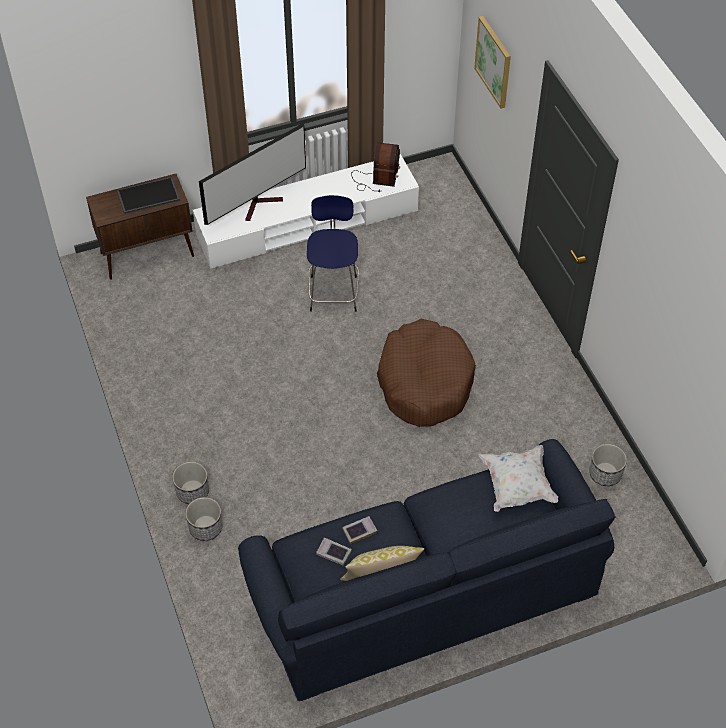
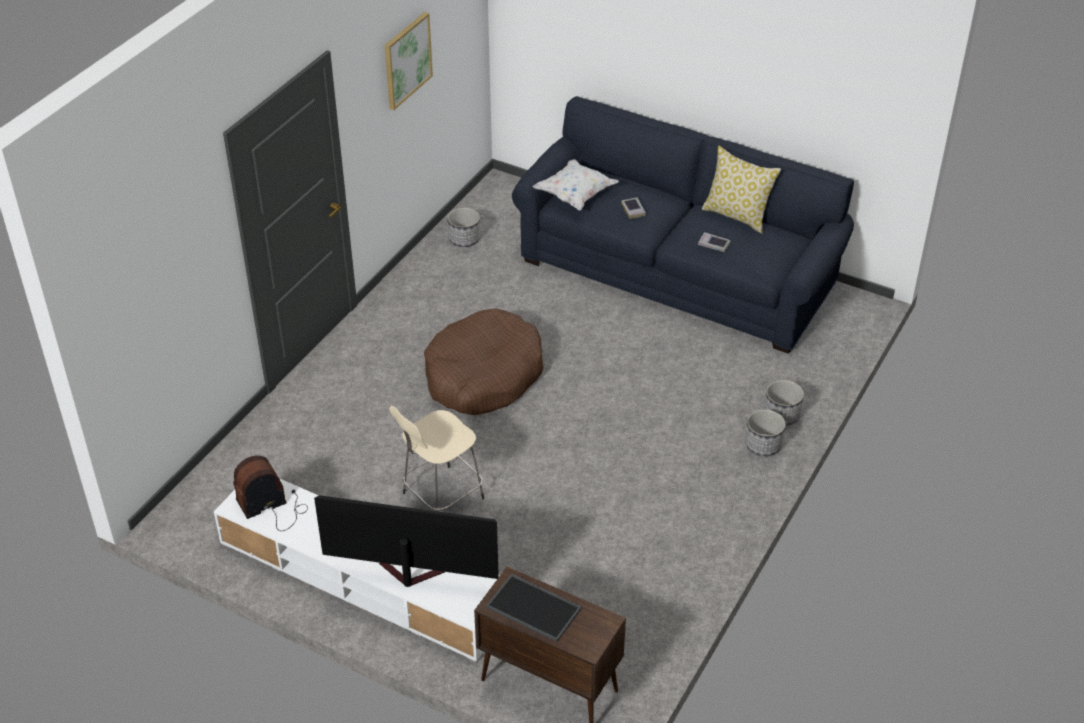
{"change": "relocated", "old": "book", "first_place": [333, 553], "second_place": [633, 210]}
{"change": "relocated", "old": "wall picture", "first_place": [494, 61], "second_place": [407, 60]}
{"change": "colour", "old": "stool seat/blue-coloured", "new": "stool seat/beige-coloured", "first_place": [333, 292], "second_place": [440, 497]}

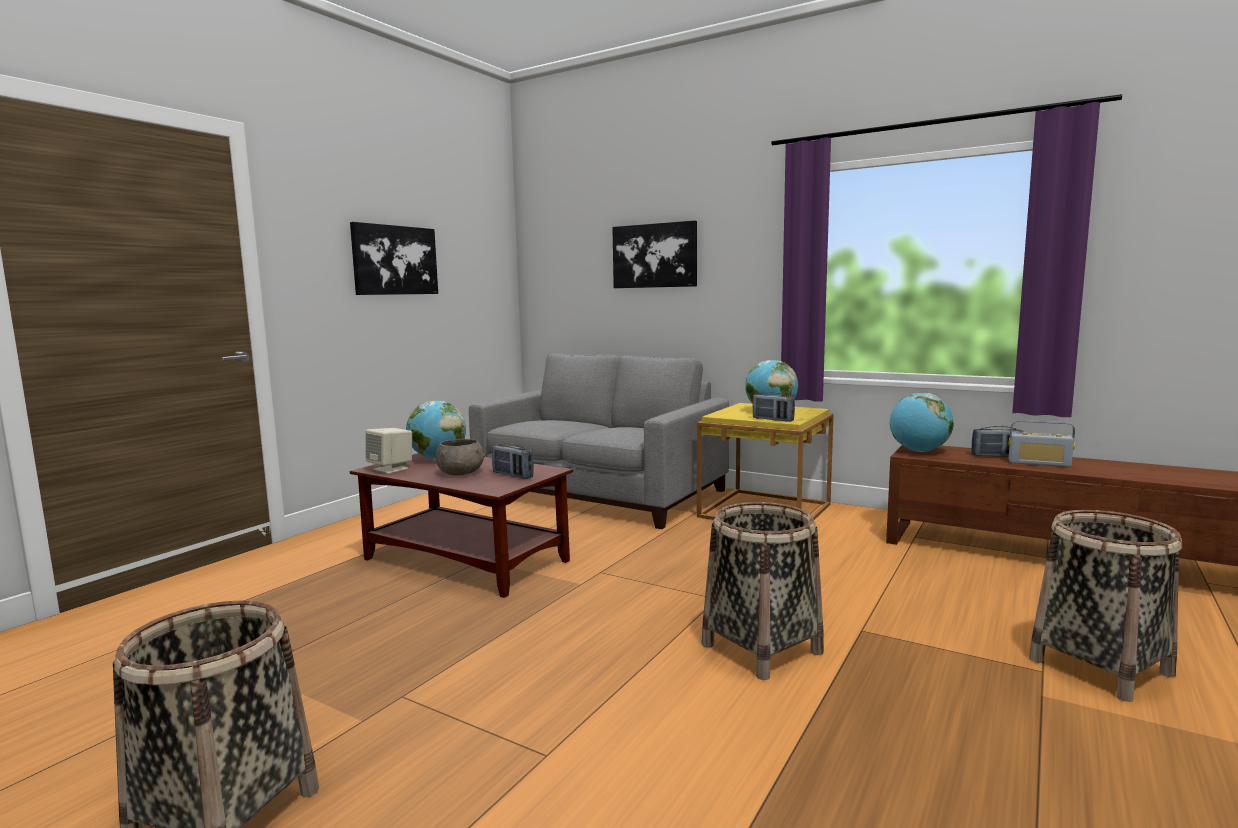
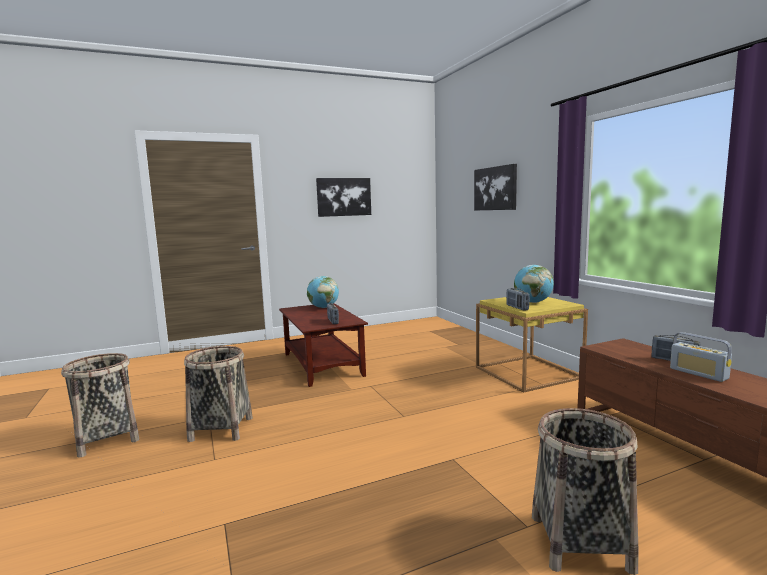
{"change": "missing", "old": "audio speaker/beige-coloured", "first_place": [391, 469]}
{"change": "missing", "old": "bowl/greyish", "first_place": [461, 473]}
{"change": "missing", "old": "sofa/greyish", "first_place": [599, 493]}
{"change": "missing", "old": "world globe", "first_place": [919, 451]}
{"change": "relocated", "old": "household basket", "first_place": [762, 649], "second_place": [221, 429]}

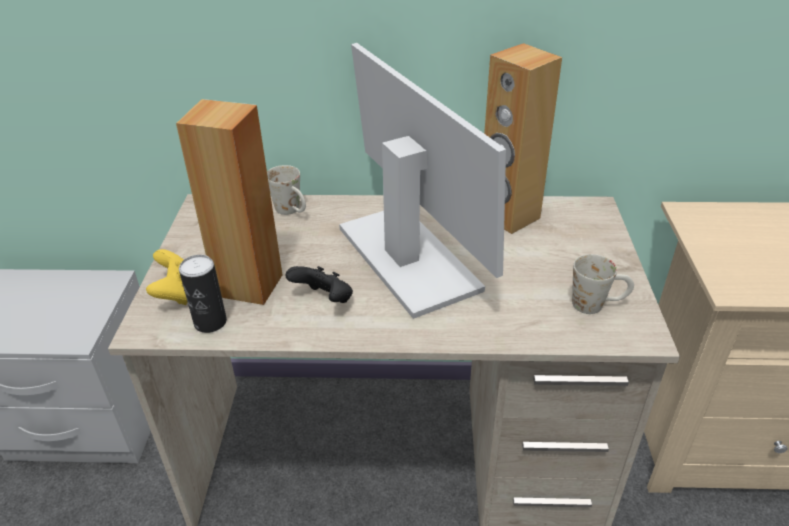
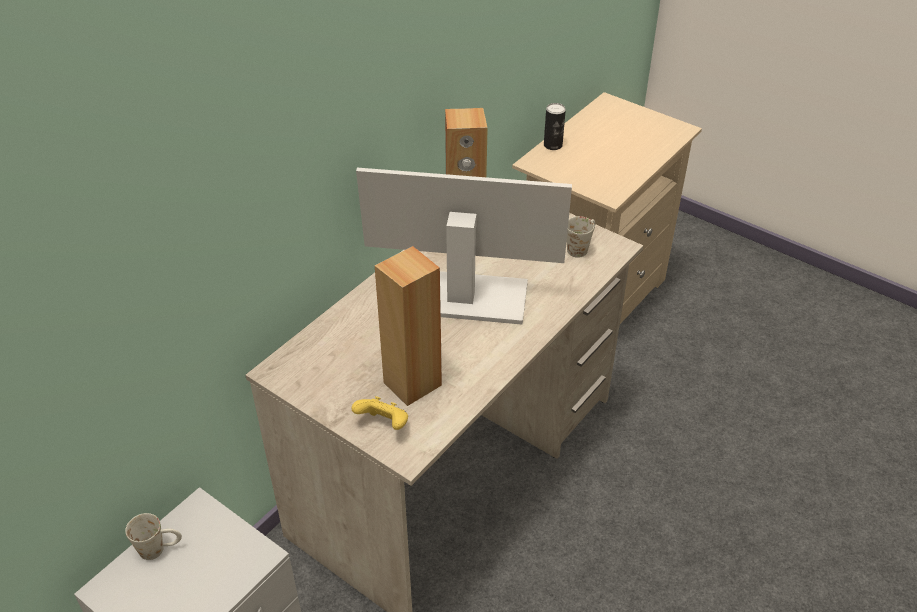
{"change": "missing", "old": "joypad/blackish", "first_place": [324, 300]}
{"change": "relocated", "old": "can", "first_place": [210, 322], "second_place": [553, 145]}
{"change": "relocated", "old": "coffee mug/white-coloured", "first_place": [292, 211], "second_place": [160, 548]}

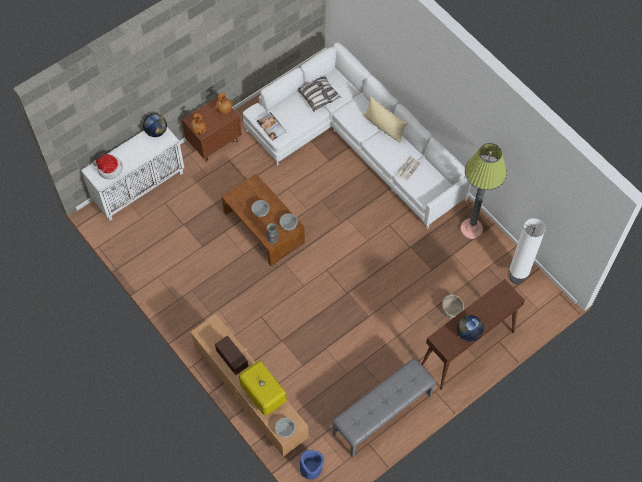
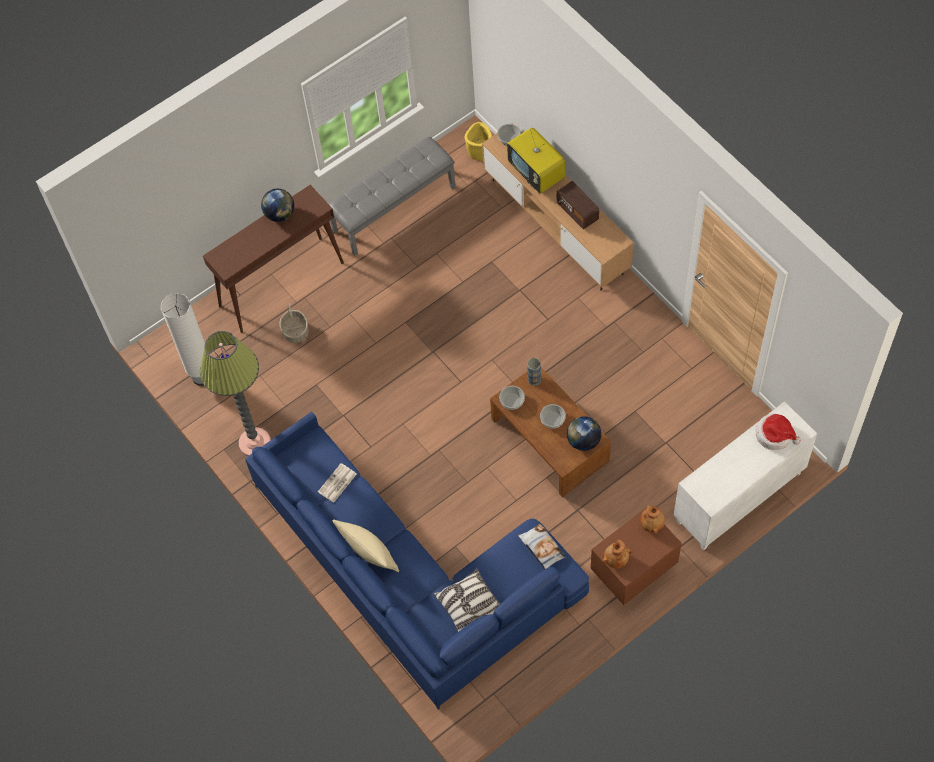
{"change": "relocated", "old": "world globe", "first_place": [156, 132], "second_place": [583, 441]}
{"change": "colour", "old": "sofa/white-coloured", "new": "sofa/blue-coloured", "first_place": [356, 143], "second_place": [413, 576]}
{"change": "colour", "old": "plant pot/blue-coloured", "new": "plant pot/yellowish", "first_place": [311, 469], "second_place": [480, 151]}

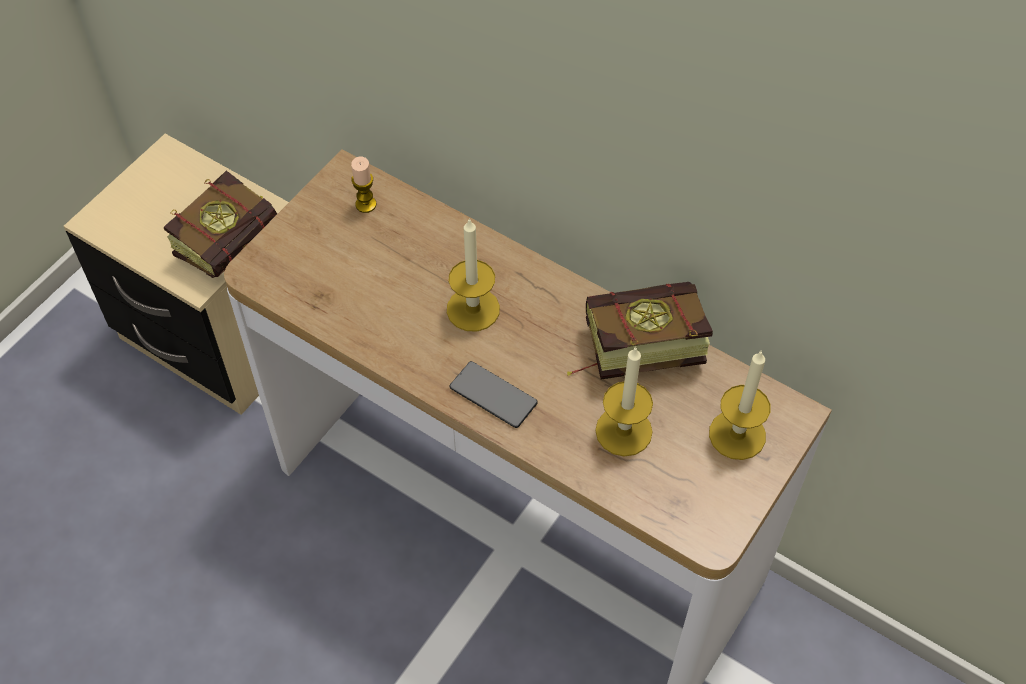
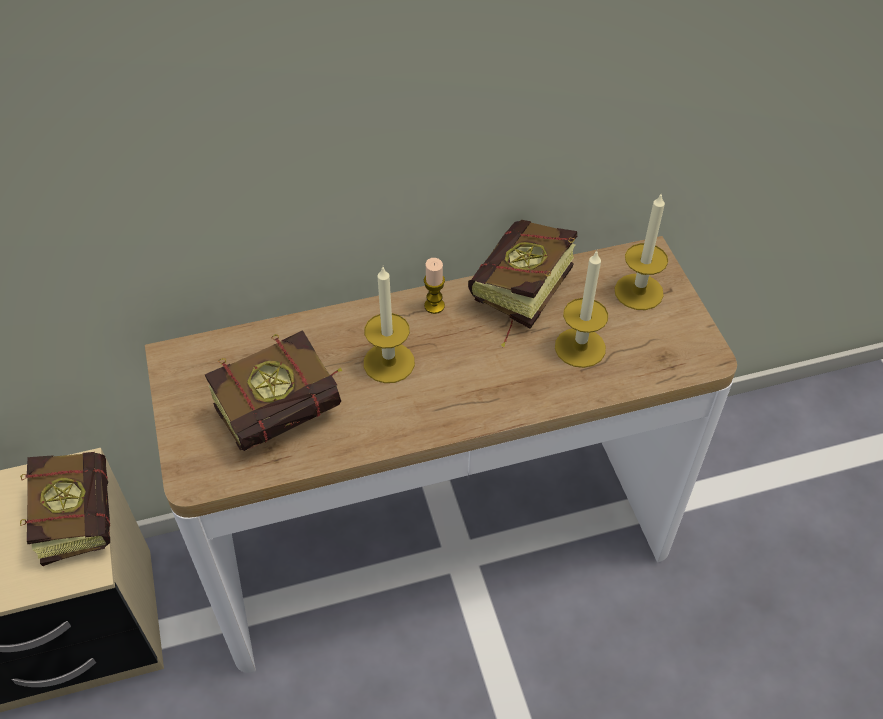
{"change": "missing", "old": "telephone", "first_place": [493, 395]}
{"change": "appeared", "new": "book", "second_place": [291, 410]}
{"change": "relocated", "old": "wax candle", "first_place": [366, 204], "second_place": [434, 306]}

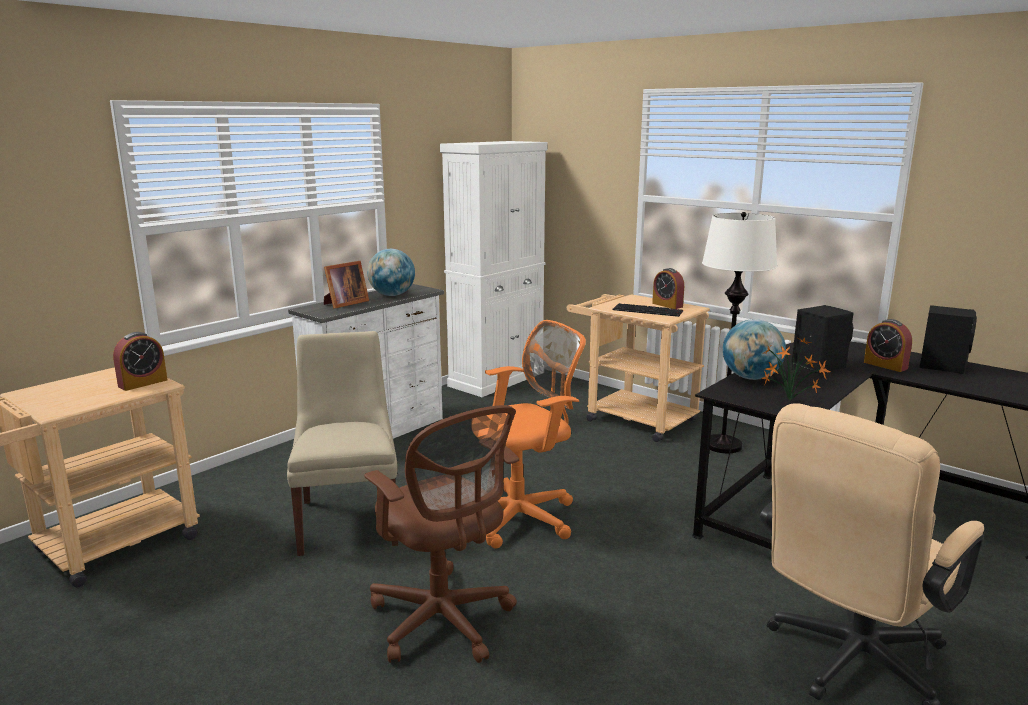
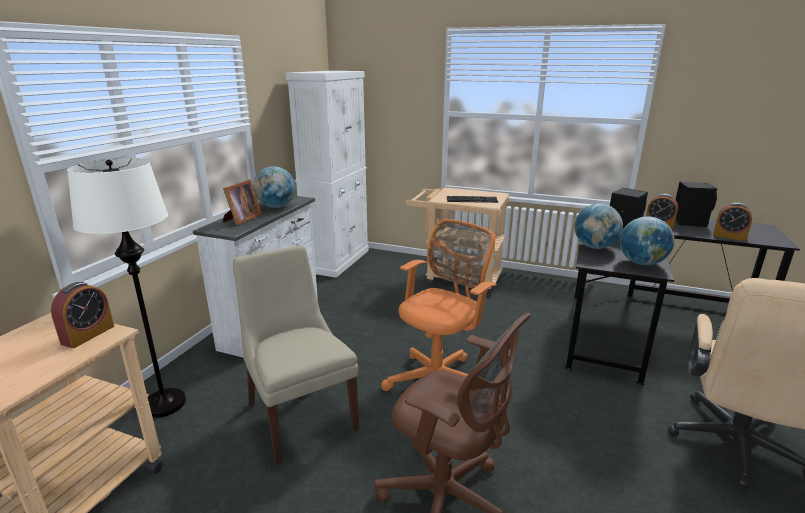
{"change": "relocated", "old": "bedside clock", "first_place": [667, 305], "second_place": [729, 236]}
{"change": "relocated", "old": "standard lamp/white-coloured", "first_place": [722, 445], "second_place": [164, 403]}
{"change": "exchanged", "old": "houseplant", "new": "world globe", "first_place": [791, 401], "second_place": [642, 263]}

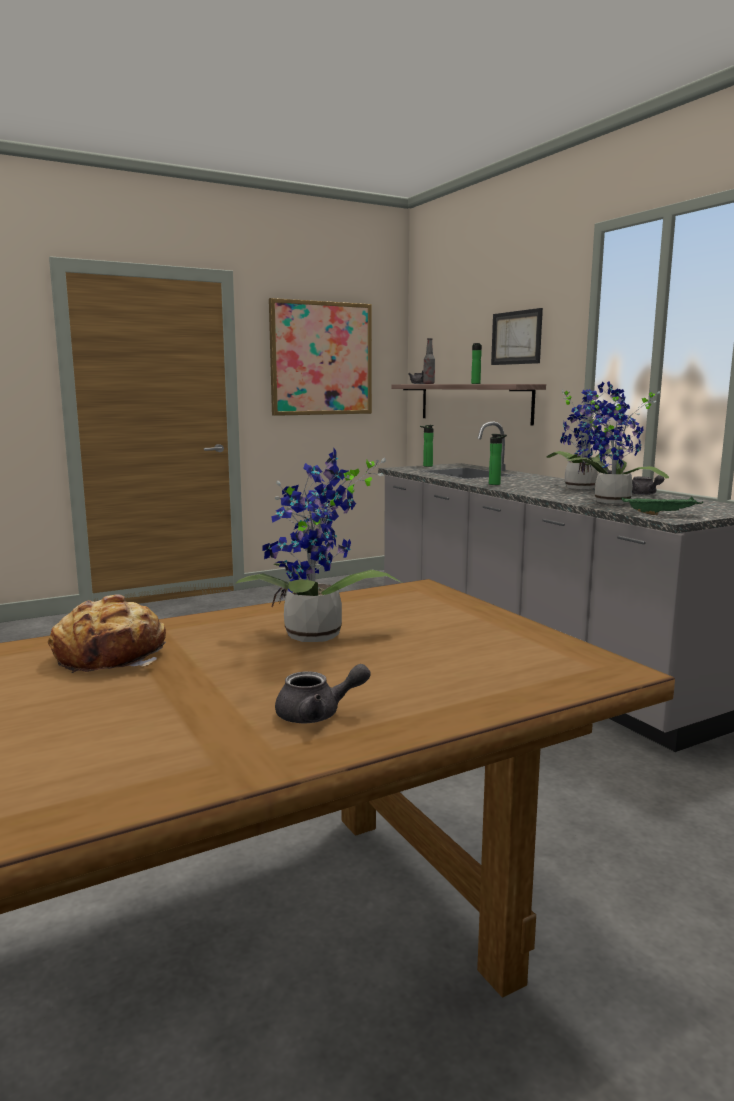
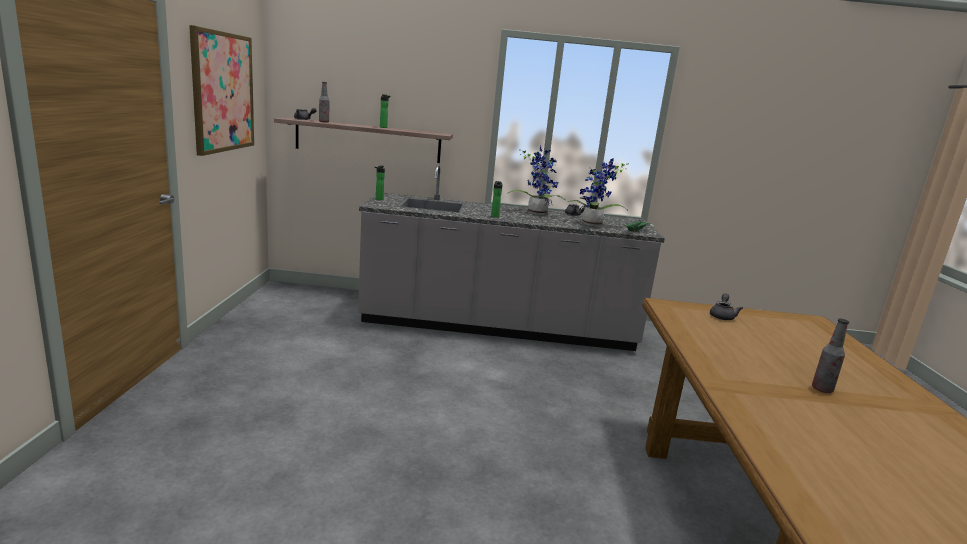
{"change": "missing", "old": "bread", "first_place": [112, 656]}
{"change": "missing", "old": "houseplant", "first_place": [315, 638]}
{"change": "missing", "old": "wall picture", "first_place": [516, 337]}
{"change": "appeared", "new": "drink bottle", "second_place": [822, 389]}
{"change": "relocated", "old": "teapot/greyish", "first_place": [317, 714], "second_place": [722, 316]}

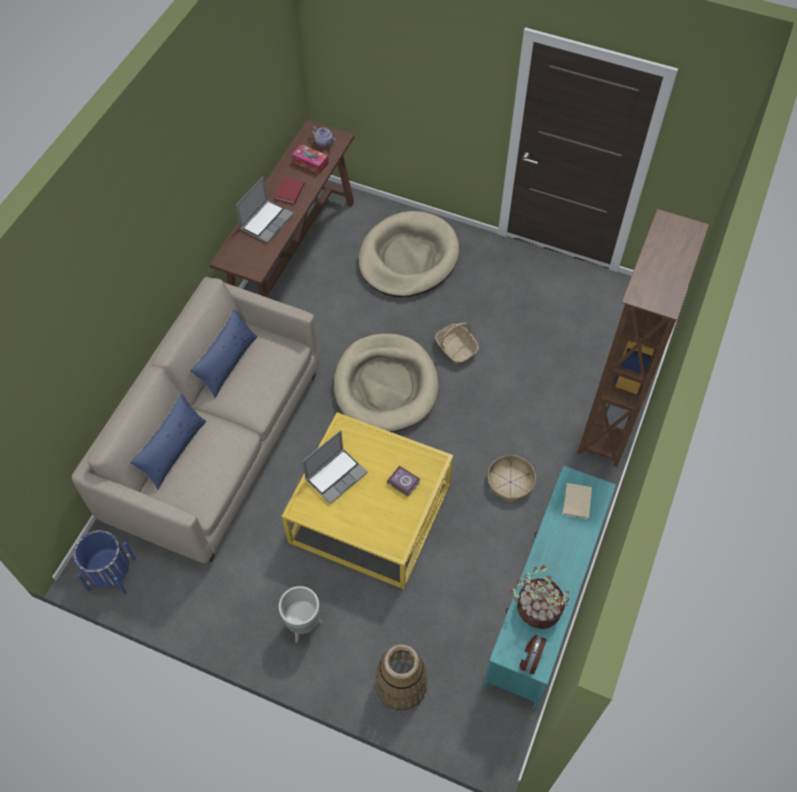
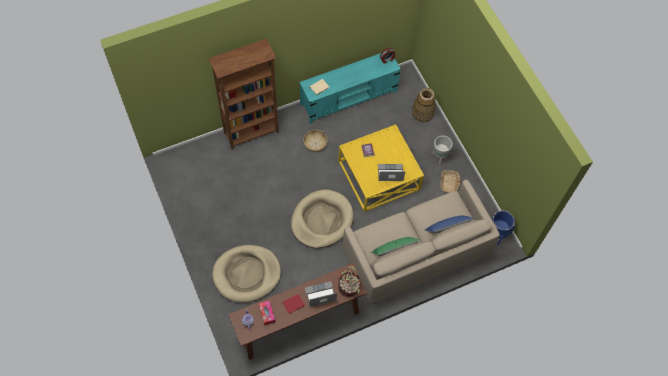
{"change": "relocated", "old": "household basket", "first_place": [455, 348], "second_place": [449, 183]}
{"change": "relocated", "old": "houseplant", "first_place": [537, 608], "second_place": [349, 287]}
{"change": "colour", "old": "throw pillow/blue-coloured", "new": "throw pillow/green-coloured", "first_place": [227, 363], "second_place": [394, 250]}

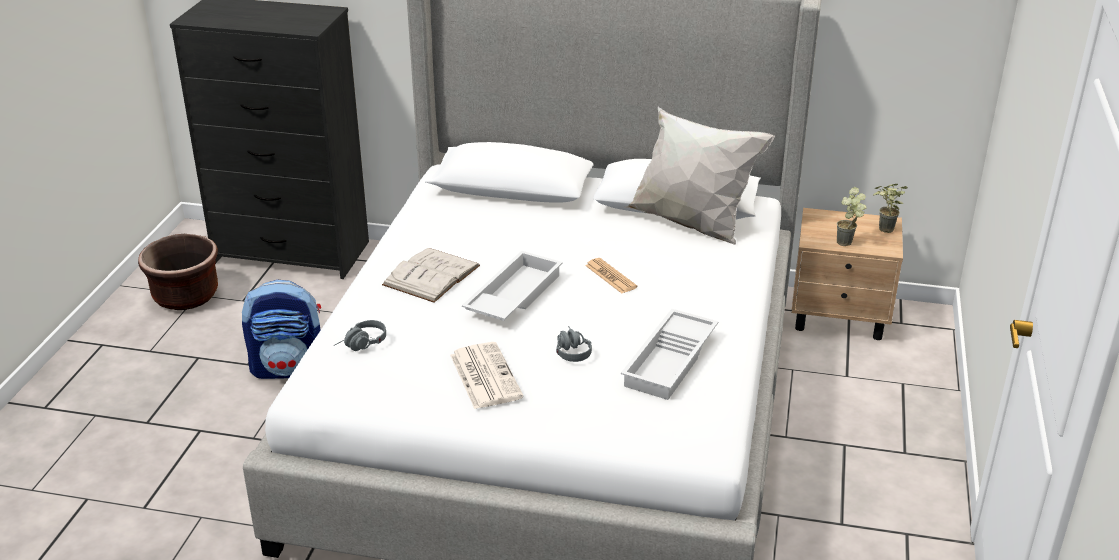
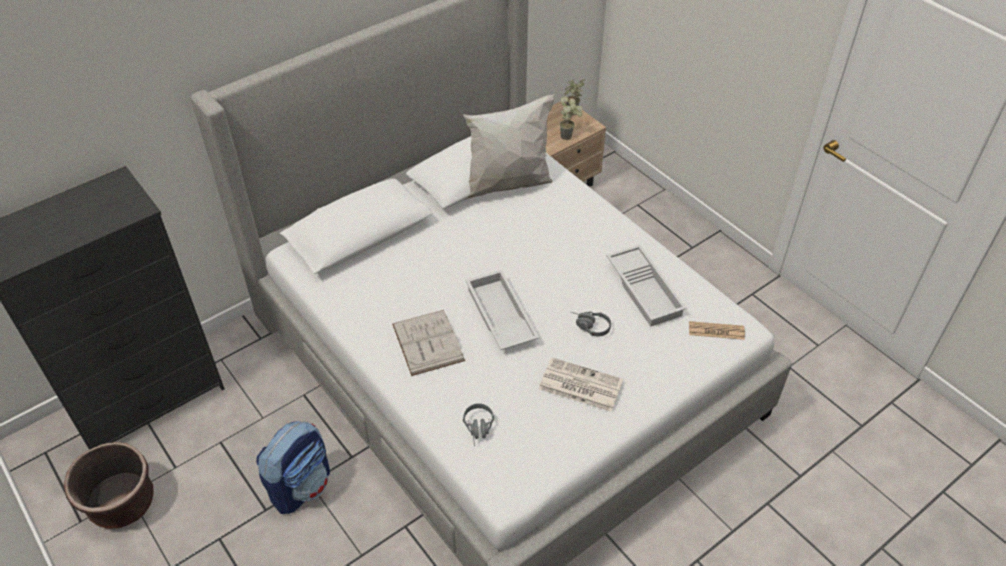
{"change": "relocated", "old": "daily paper", "first_place": [610, 276], "second_place": [716, 331]}

